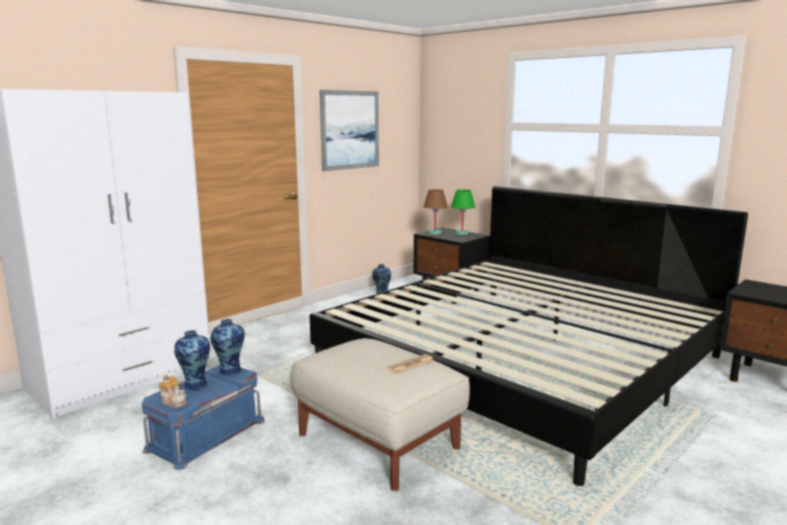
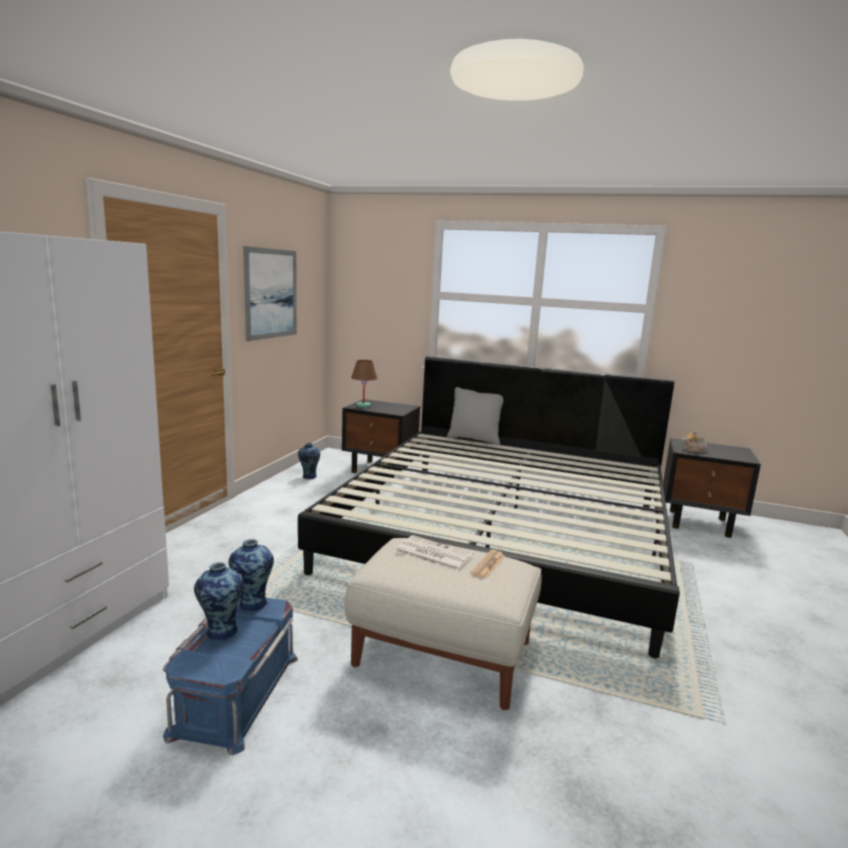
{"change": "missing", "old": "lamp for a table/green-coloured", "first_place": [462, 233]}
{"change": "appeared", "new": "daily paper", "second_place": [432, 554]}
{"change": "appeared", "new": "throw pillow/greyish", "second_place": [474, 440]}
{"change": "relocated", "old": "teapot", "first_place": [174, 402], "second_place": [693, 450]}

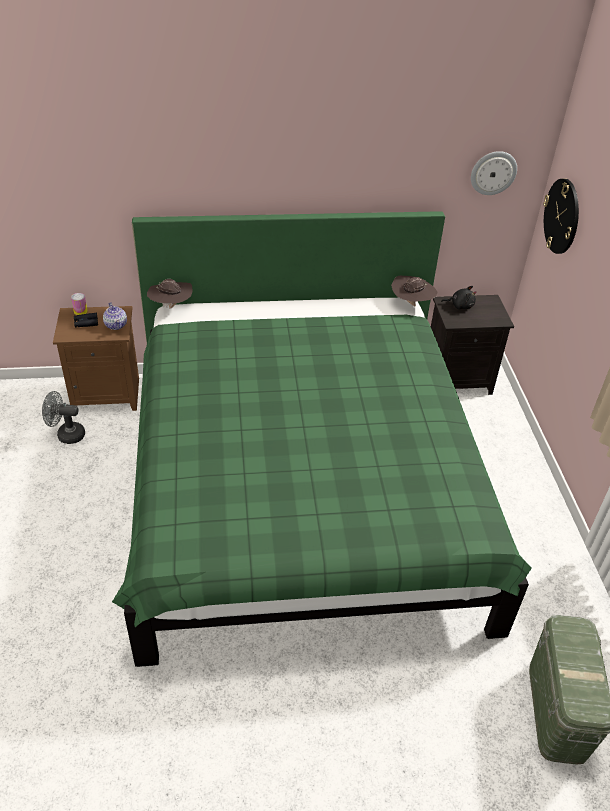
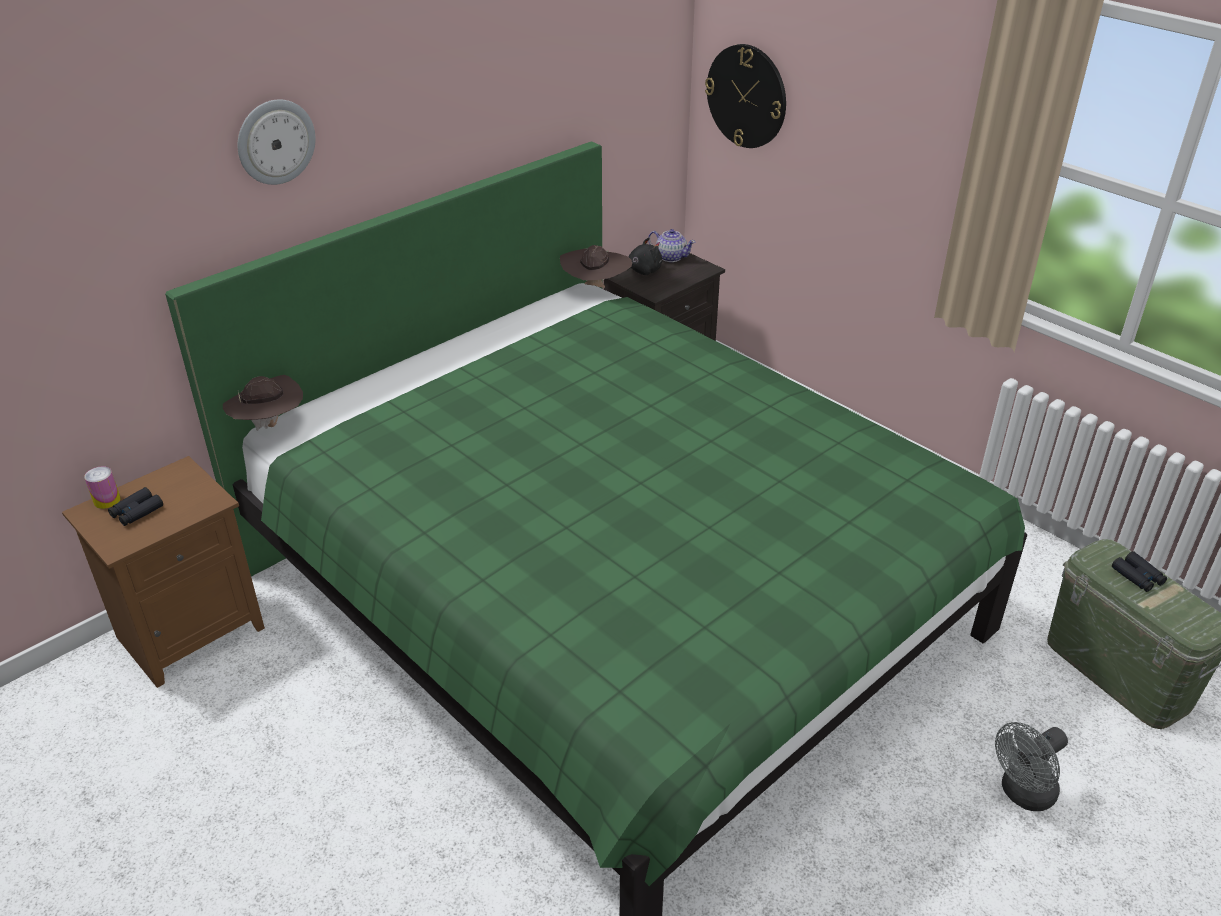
{"change": "appeared", "new": "field glasses/blackish", "second_place": [1137, 576]}
{"change": "relocated", "old": "fan/greyish", "first_place": [66, 435], "second_place": [1022, 794]}
{"change": "relocated", "old": "teapot", "first_place": [116, 325], "second_place": [670, 257]}
{"change": "relocated", "old": "wall clock", "first_place": [493, 172], "second_place": [275, 141]}

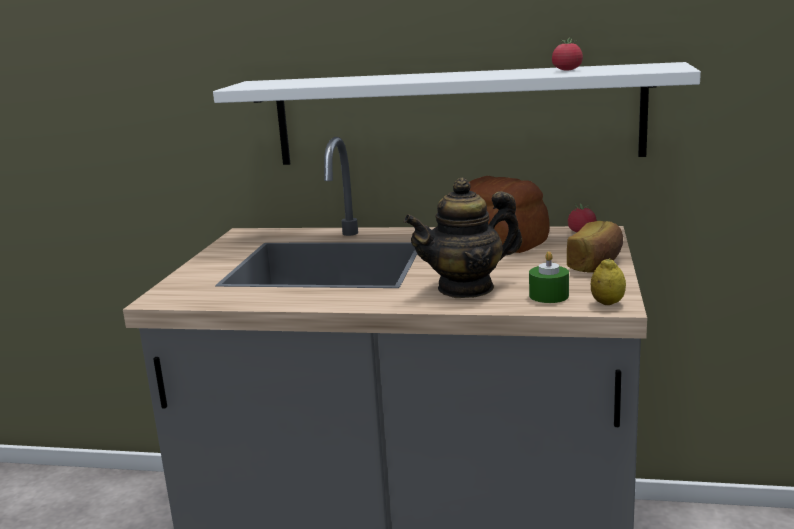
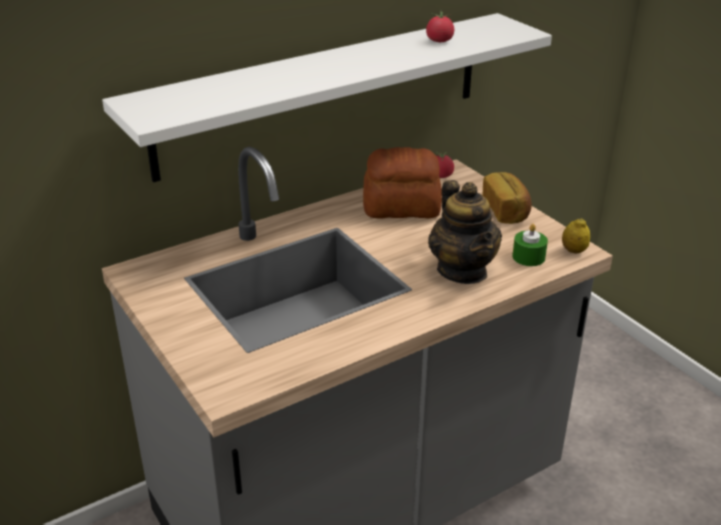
{"change": "spun", "old": "teapot", "first_place": [466, 288], "second_place": [462, 271], "degrees": -45}

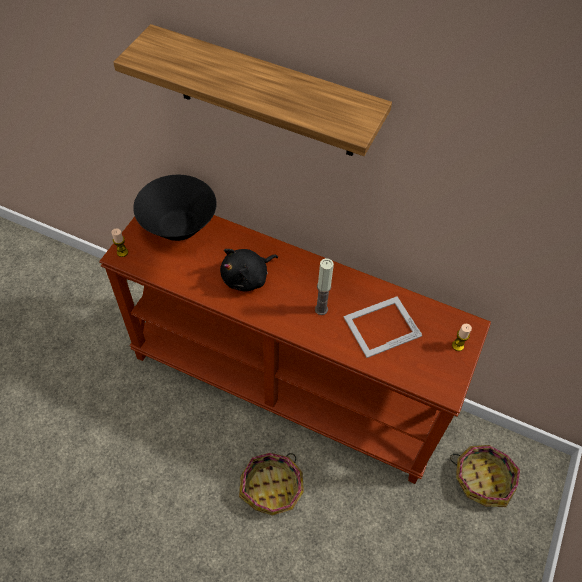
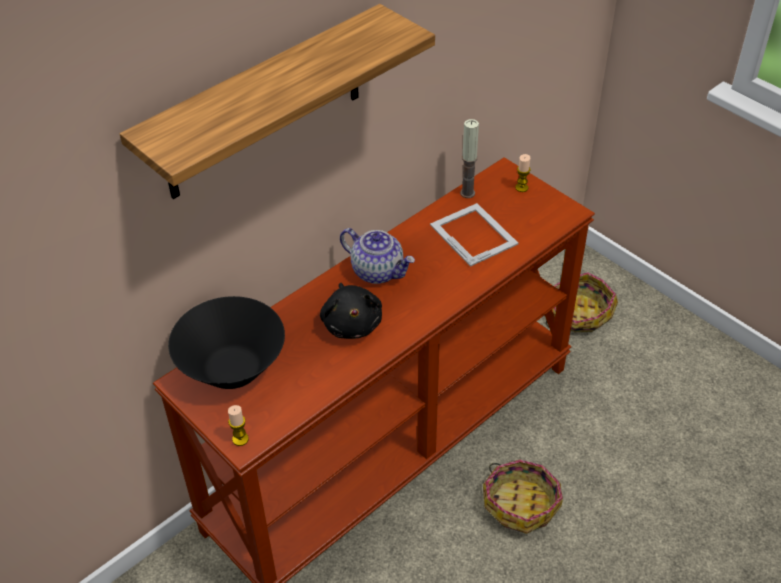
{"change": "appeared", "new": "teapot", "second_place": [378, 271]}
{"change": "relocated", "old": "wax candle", "first_place": [321, 309], "second_place": [467, 193]}
{"change": "spun", "old": "picture frame", "first_place": [381, 326], "second_place": [473, 233], "degrees": 150}

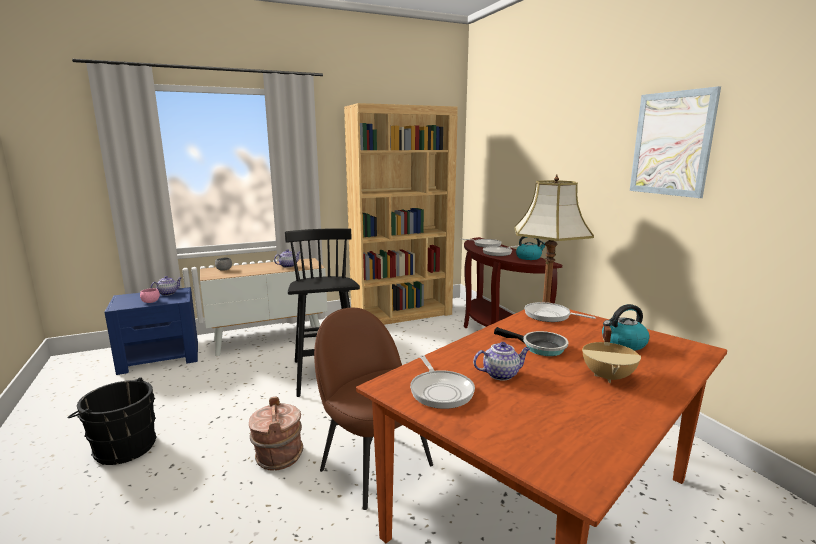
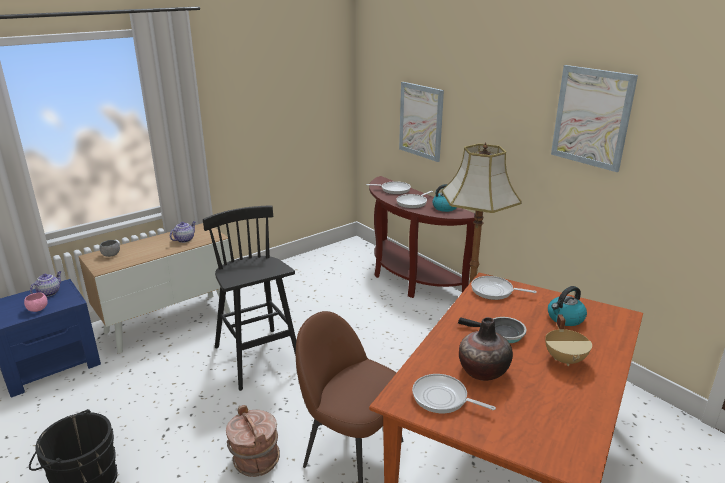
{"change": "missing", "old": "bookshelf/brown-coloured", "first_place": [402, 314]}
{"change": "appeared", "new": "wall picture", "second_place": [421, 121]}
{"change": "exchanged", "old": "teapot", "new": "decorative vase", "first_place": [501, 374], "second_place": [483, 371]}
{"change": "spun", "old": "frying pan", "first_place": [440, 391], "second_place": [443, 398], "degrees": 150}

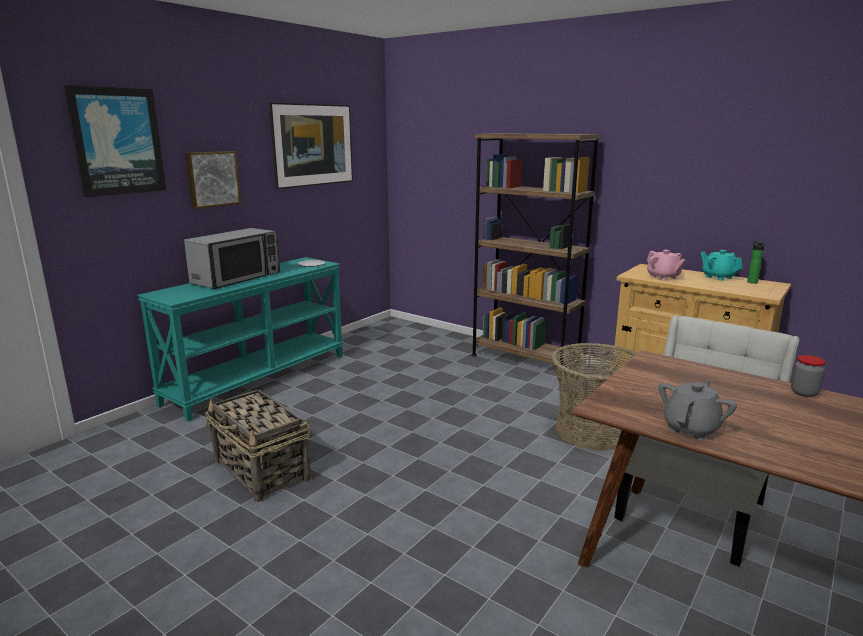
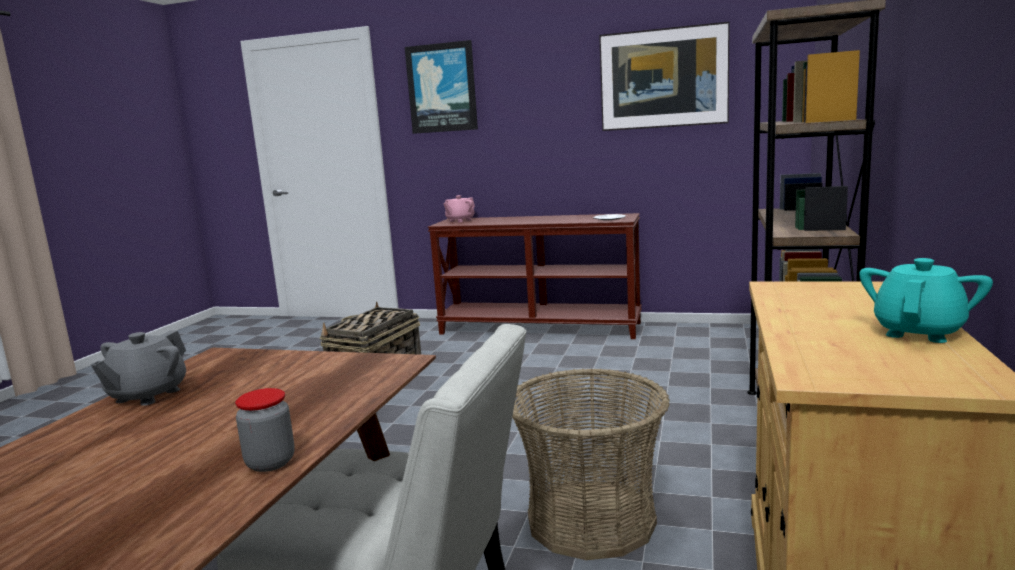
{"change": "missing", "old": "microwave oven", "first_place": [237, 278]}
{"change": "missing", "old": "wall picture", "first_place": [212, 179]}
{"change": "missing", "old": "drink bottle", "first_place": [751, 282]}
{"change": "relocated", "old": "teapot/pinkish", "first_place": [663, 277], "second_place": [460, 220]}
{"change": "colour", "old": "hall table/turquoise-coloured", "new": "hall table/brown-coloured", "first_place": [258, 378], "second_place": [540, 328]}
{"change": "spun", "old": "teapot/greyish", "first_place": [691, 429], "second_place": [147, 395], "degrees": 90}

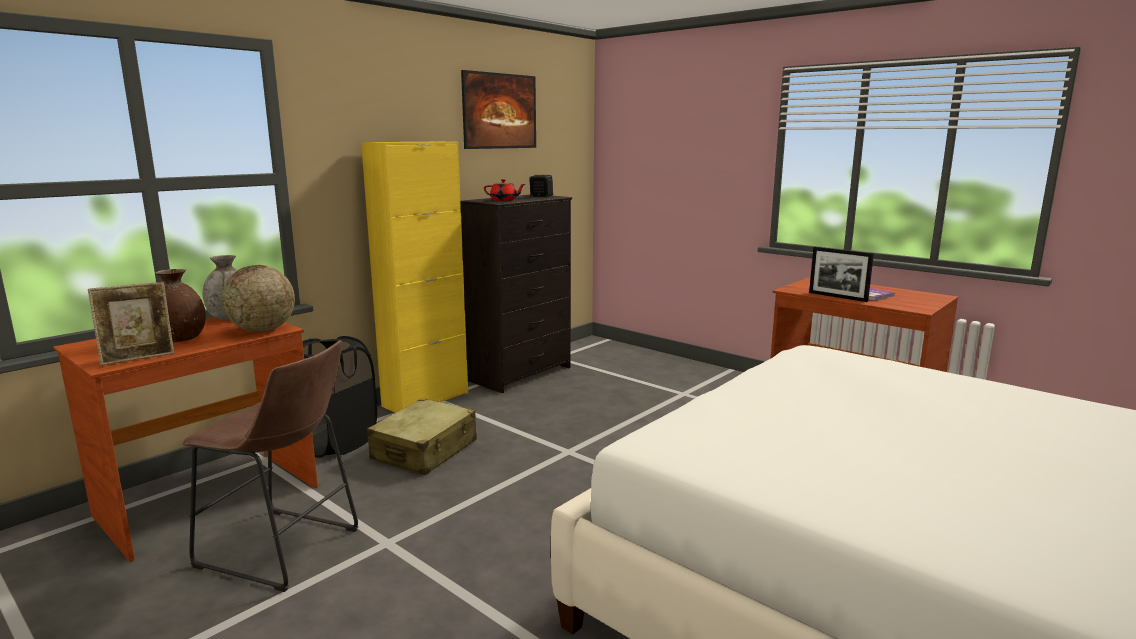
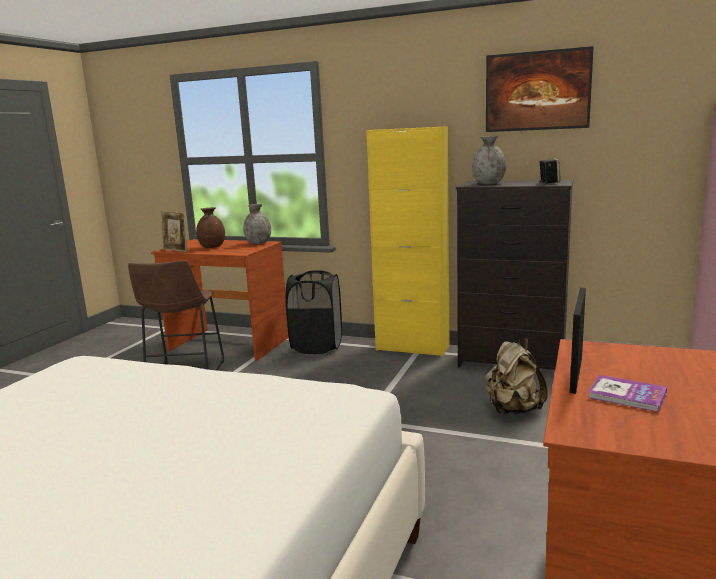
{"change": "missing", "old": "world globe", "first_place": [262, 330]}
{"change": "missing", "old": "travel case/beige-coloured", "first_place": [425, 450]}
{"change": "appeared", "new": "knapsack/beige-coloured", "second_place": [513, 410]}
{"change": "exchanged", "old": "teapot/red-coloured", "new": "decorative vase/greyish", "first_place": [504, 200], "second_place": [489, 183]}

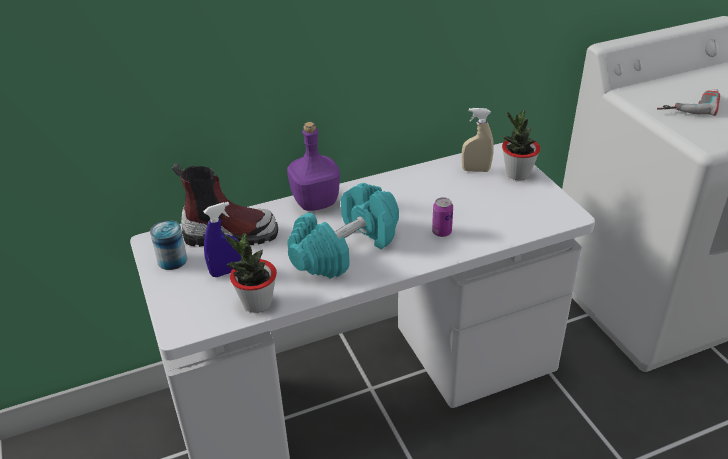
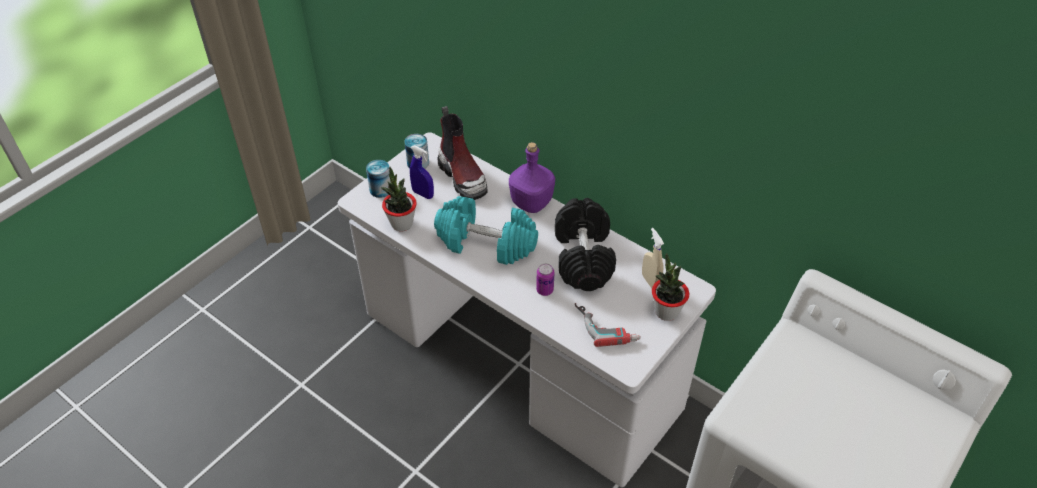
{"change": "appeared", "new": "can", "second_place": [381, 189]}
{"change": "appeared", "new": "free weight/blackish", "second_place": [583, 258]}
{"change": "relocated", "old": "drill", "first_place": [687, 105], "second_place": [607, 325]}

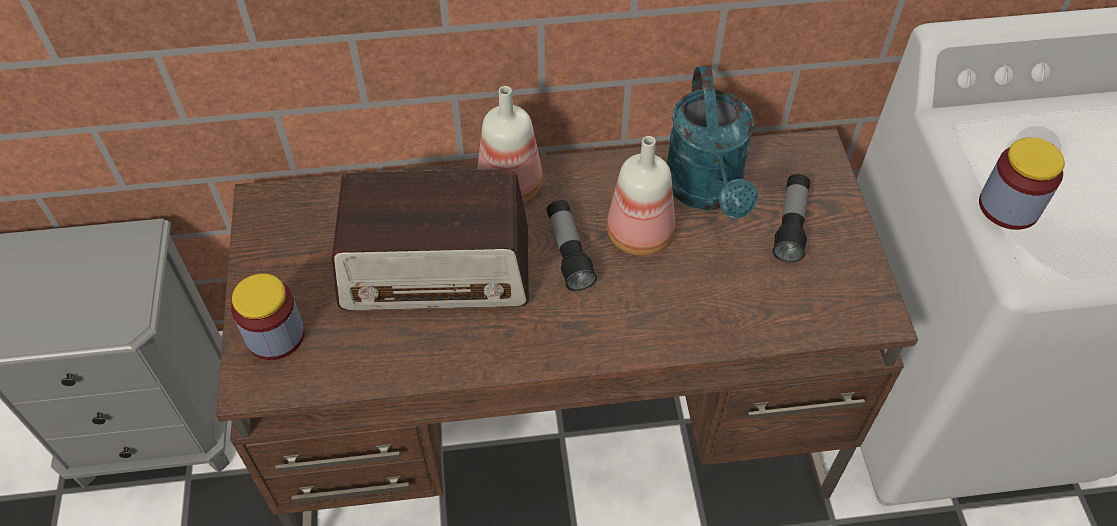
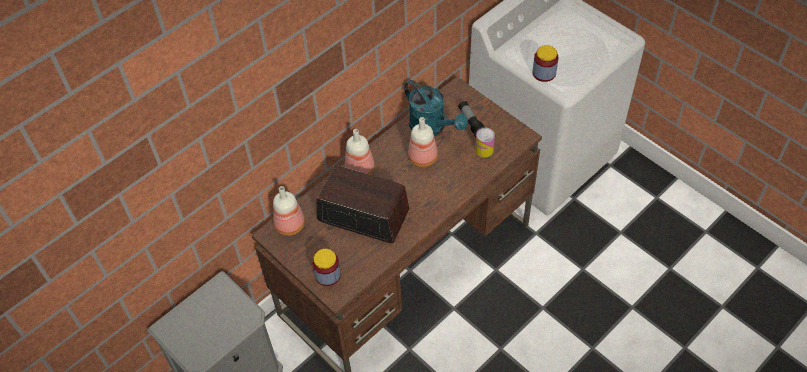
{"change": "missing", "old": "hand torch", "first_place": [569, 252]}
{"change": "appeared", "new": "drink bottle", "second_place": [289, 224]}
{"change": "appeared", "new": "can", "second_place": [484, 150]}
{"change": "spun", "old": "radio receiver", "first_place": [437, 269], "second_place": [363, 215], "degrees": -120}

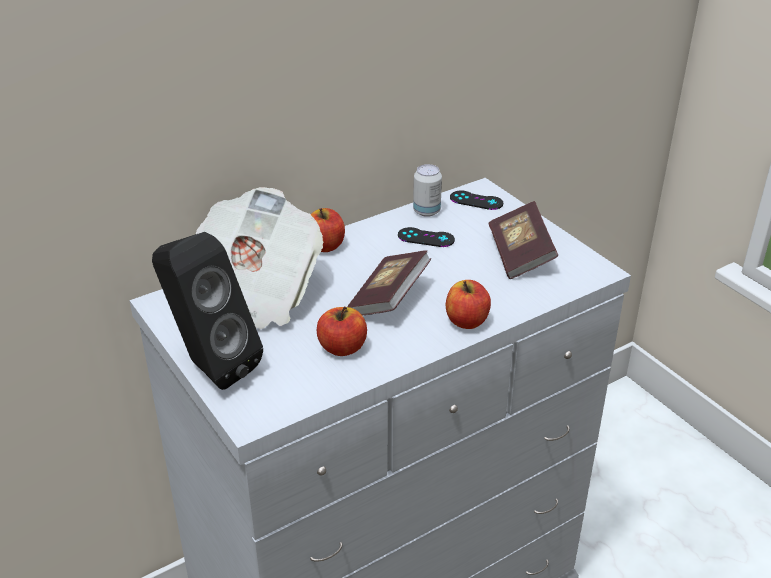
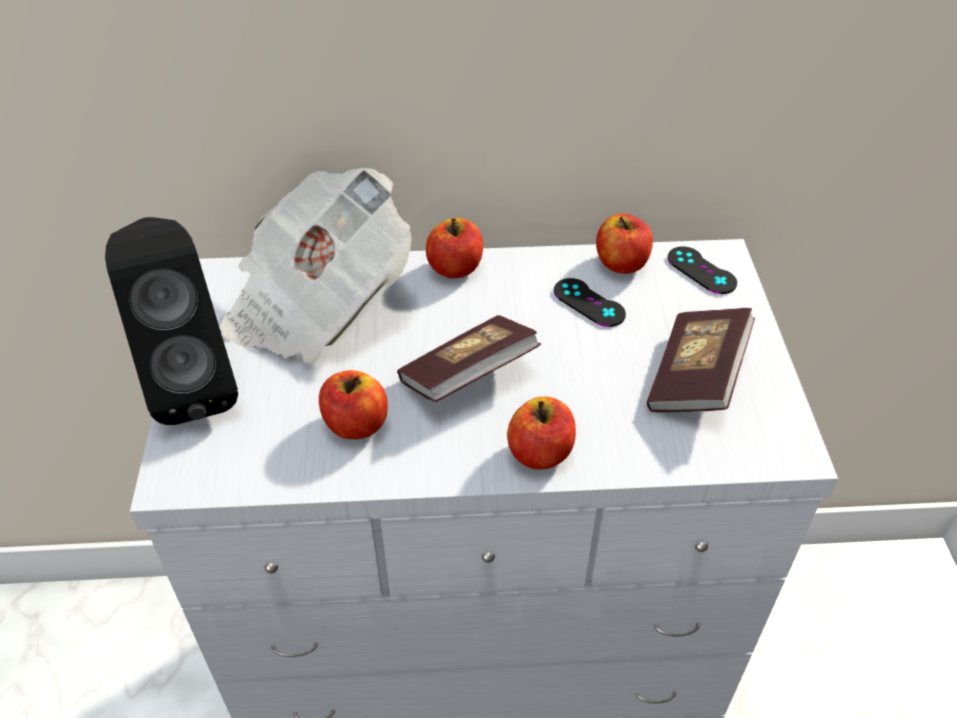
{"change": "exchanged", "old": "can", "new": "apple fruit", "first_place": [426, 211], "second_place": [621, 263]}

